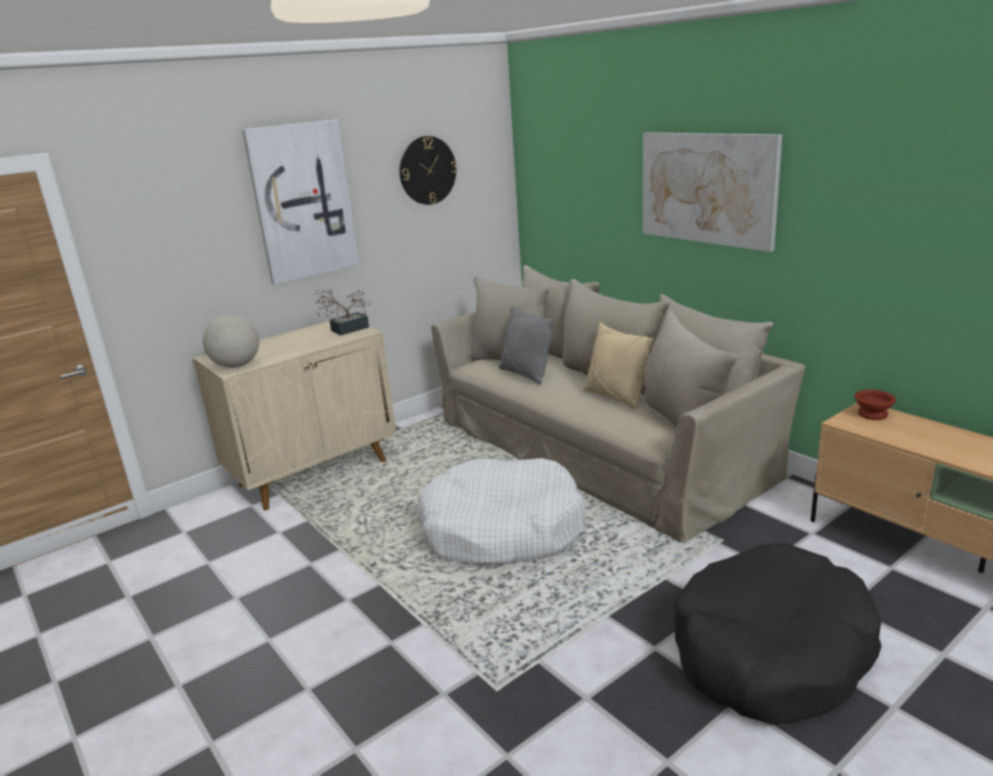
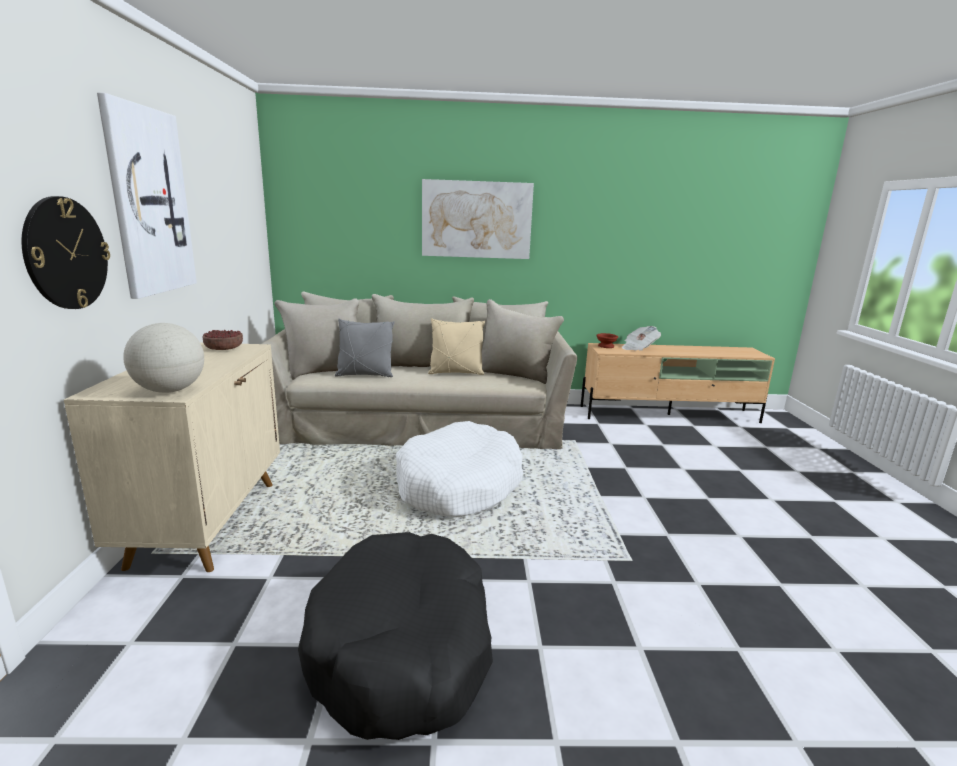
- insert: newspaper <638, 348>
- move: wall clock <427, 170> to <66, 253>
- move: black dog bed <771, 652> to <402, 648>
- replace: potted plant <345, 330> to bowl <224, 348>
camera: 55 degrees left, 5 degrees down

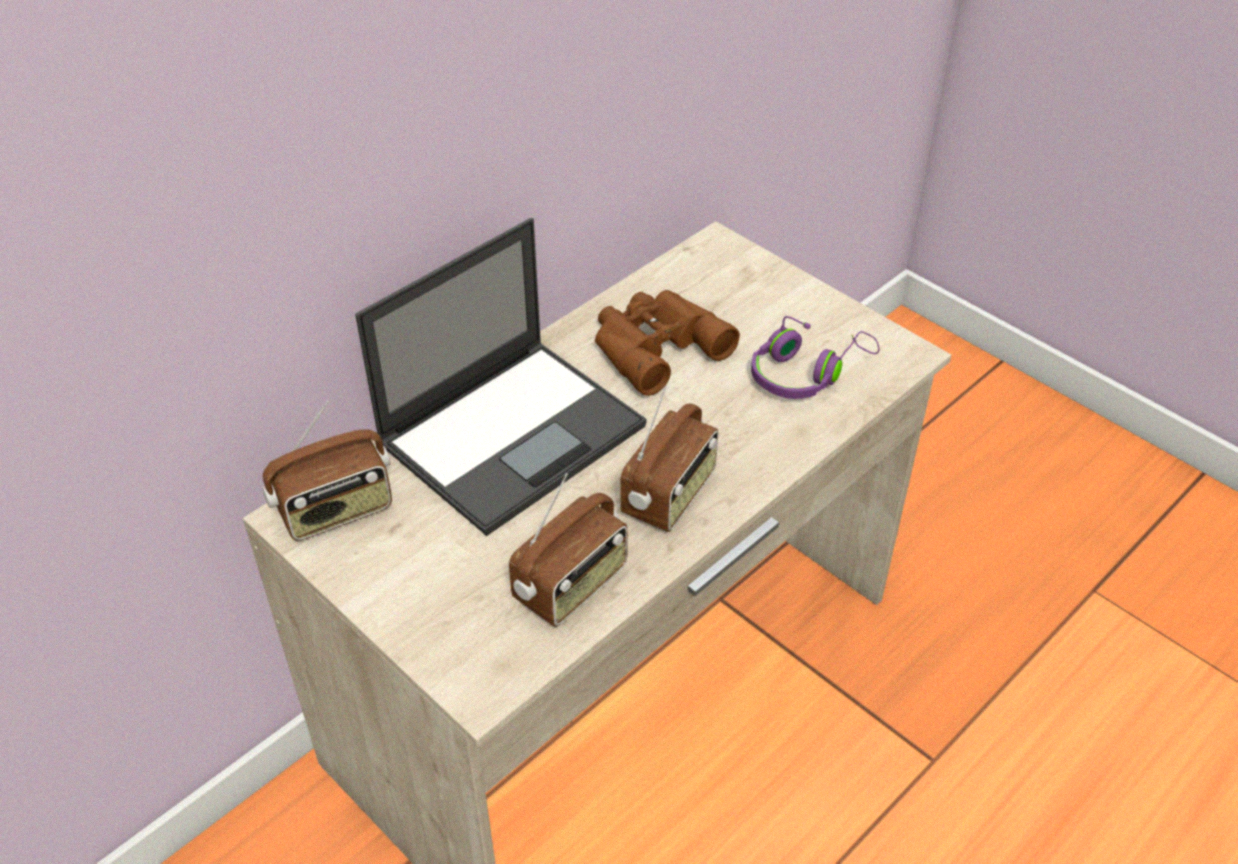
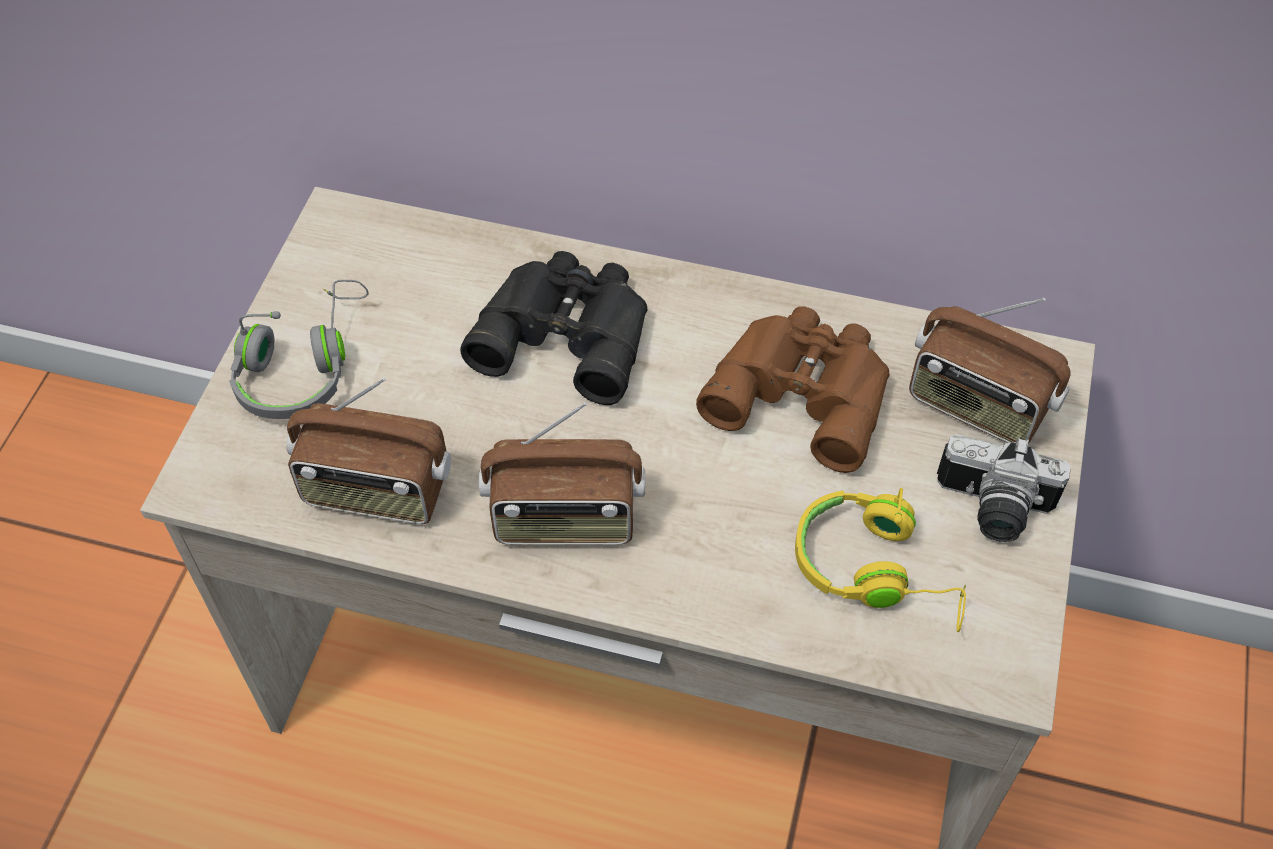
- insert: grey headphones <302, 365>
- insert: photo camera <992, 510>
- move: radio <336, 511> to <977, 405>
- replace: laptop <514, 432> to black binoculars <566, 331>
- recolor: purple headphones <806, 373> to yellow headphones <876, 569>
camera: 60 degrees right, 10 degrees up

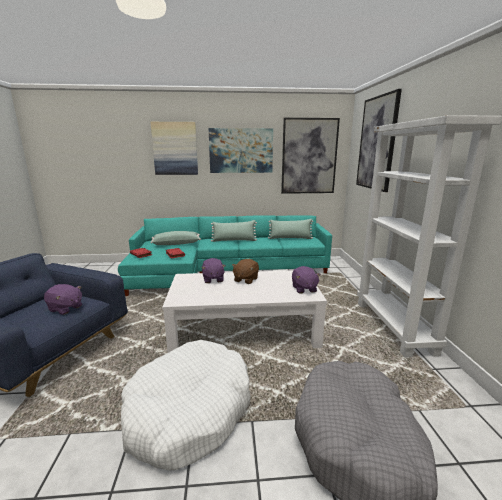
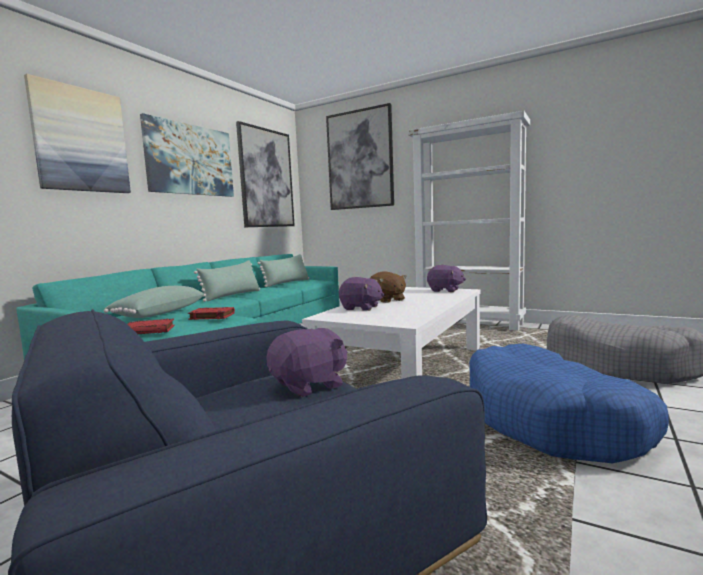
- recolor: white dog bed <189, 411> to blue dog bed <552, 421>
camera: 55 degrees left, 10 degrees down

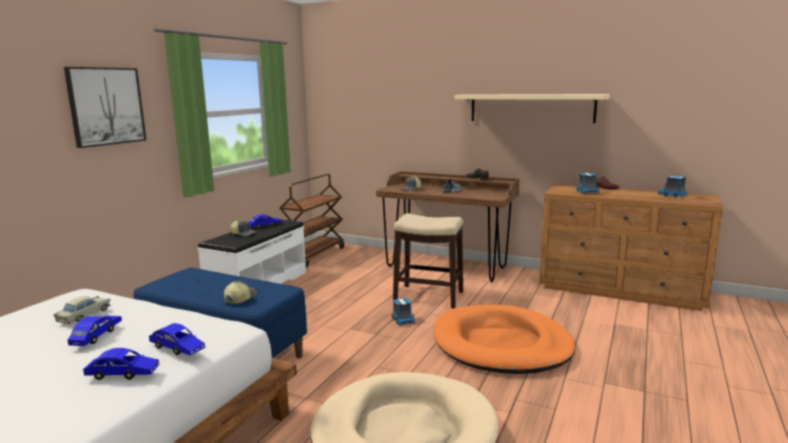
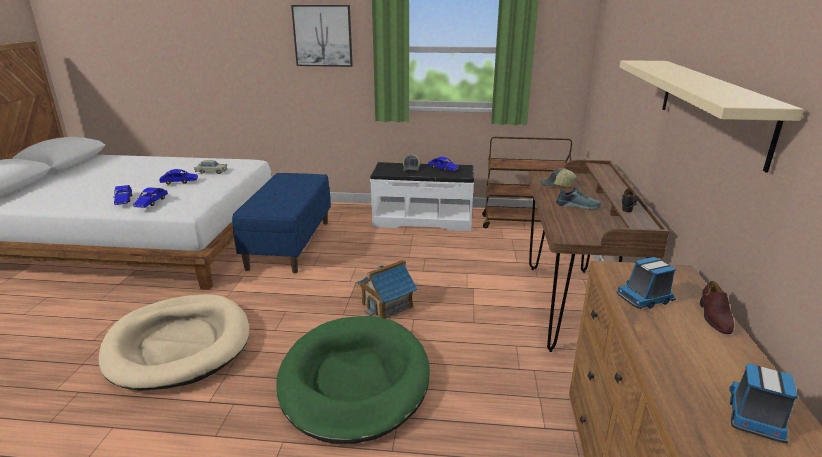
- delete: cap <240, 298>
- delete: stool <428, 296>
- replace: toy truck <402, 320> to toy house <387, 305>
- recolor: orange dog bed <501, 344> to green dog bed <354, 381>
camera: 70 degrees right, 10 degrees up

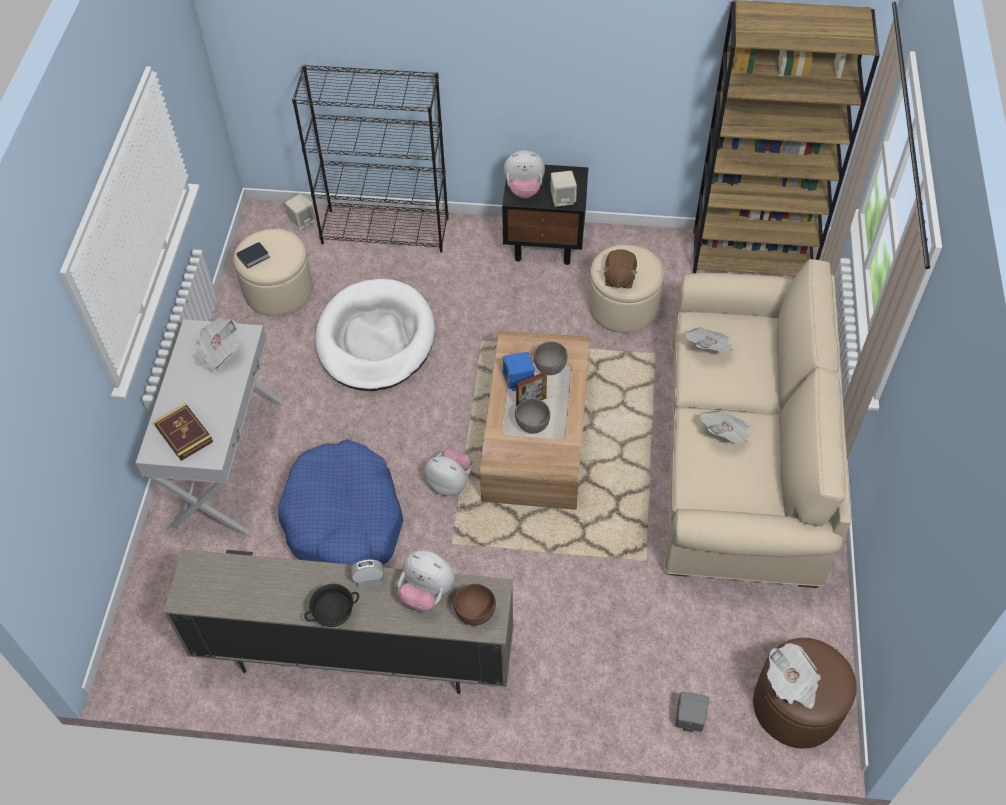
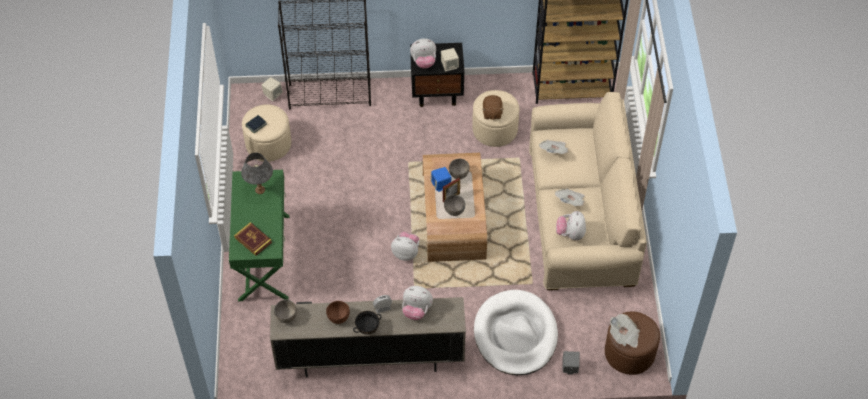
- delete: blue dog bed <344, 519>
- insert: grey bowl <286, 317>
- insert: plush toy <570, 234>
- move: white dog bed <375, 339> to <515, 335>
- move: brown bowl <475, 613> to <338, 318>
- replace: newspaper <217, 353> to grey table lamp <260, 190>
- recolor: white console table <227, 461> to green console table <263, 257>
camera: 10 degrees left, 0 degrees up

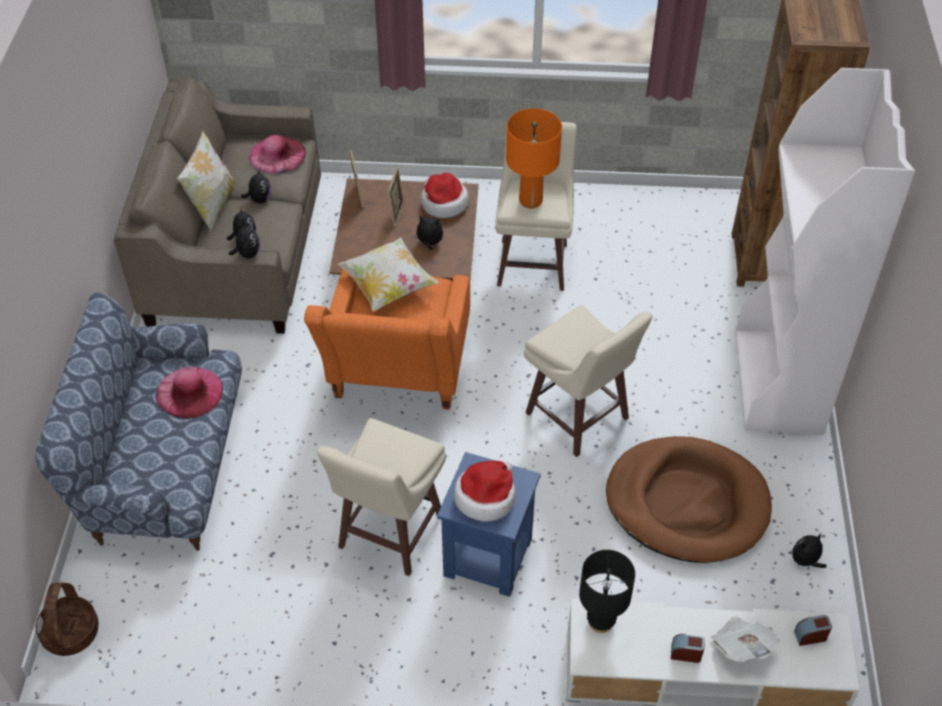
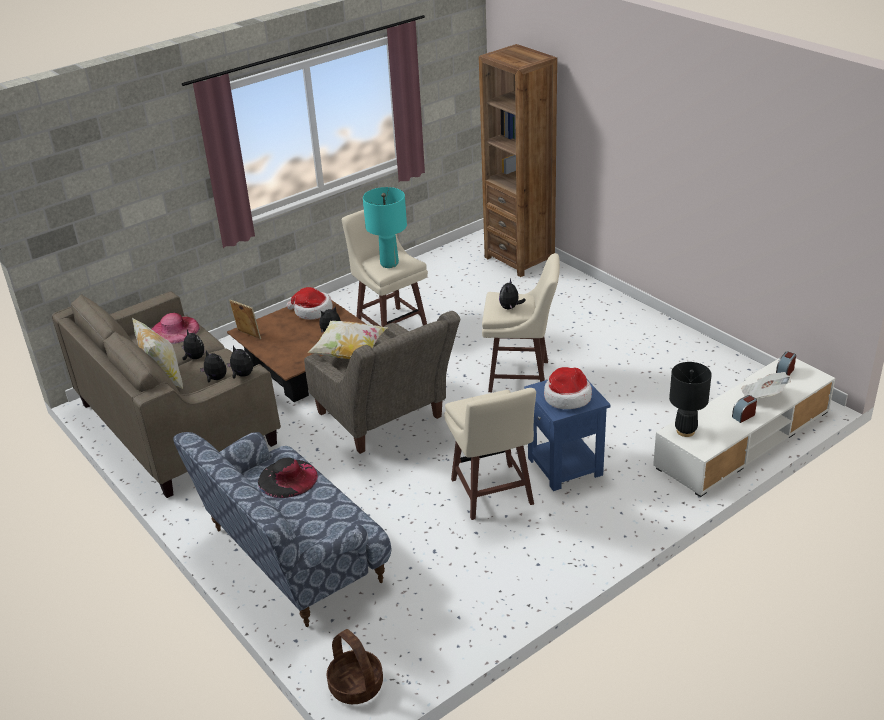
- delete: picture frame <397, 213>
- delete: brown dog bed <687, 503>
- delete: white bookcase <778, 383>
- move: plush toy <805, 561> to <510, 308>
- recolor: pink hat <189, 392> to black hat <287, 478>
- recolor: orange armchair <397, 378> to grey armchair <386, 422>
- recolor: orange table lamp <530, 200> to turquoise table lamp <389, 263>
camera: 40 degrees left, 15 degrees down

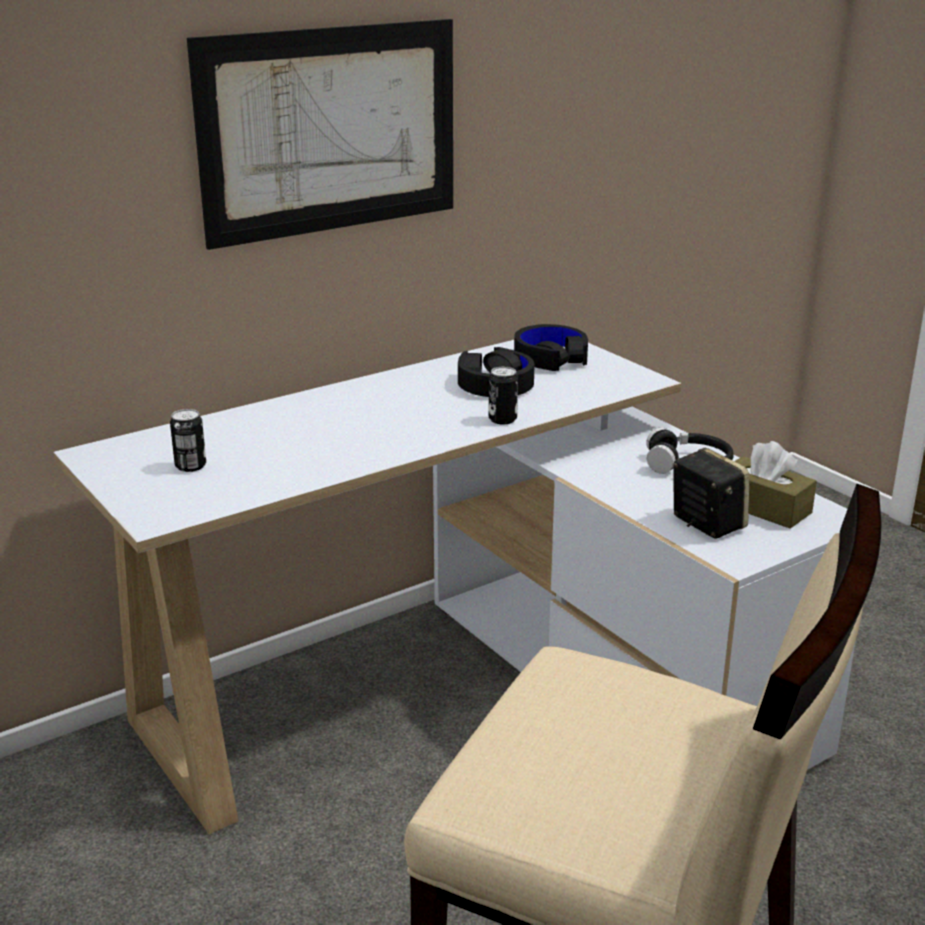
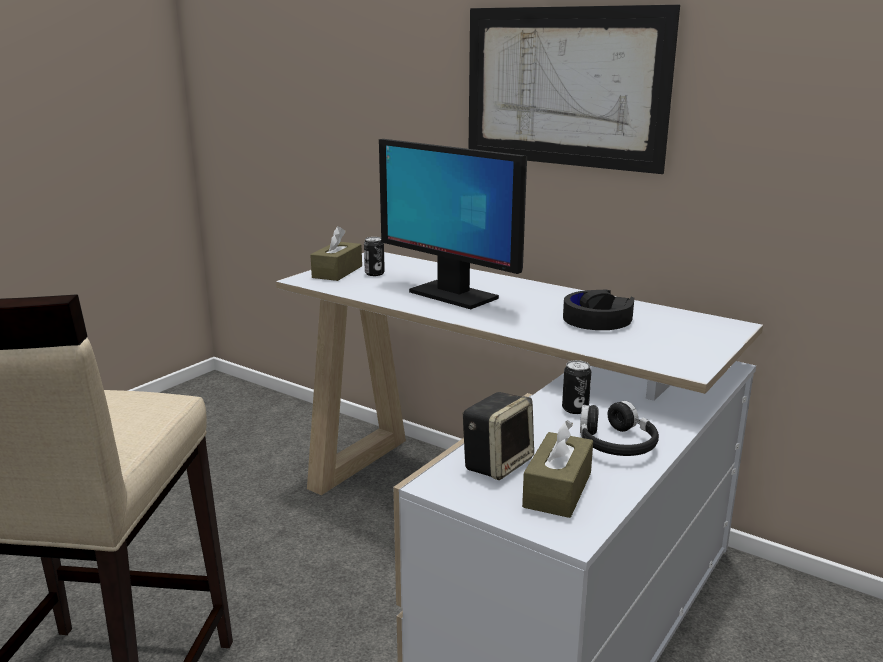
- delete: black headphones <550, 358>
- insert: brown tissue box <337, 272>
- insert: monitor <452, 295>
- move: can <502, 419> to <575, 409>
camera: 70 degrees right, 5 degrees down

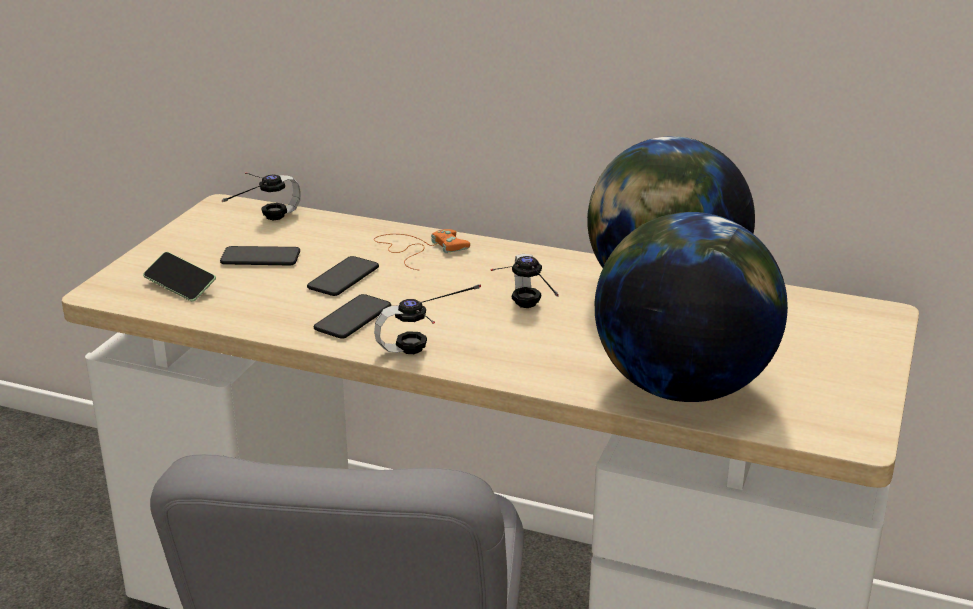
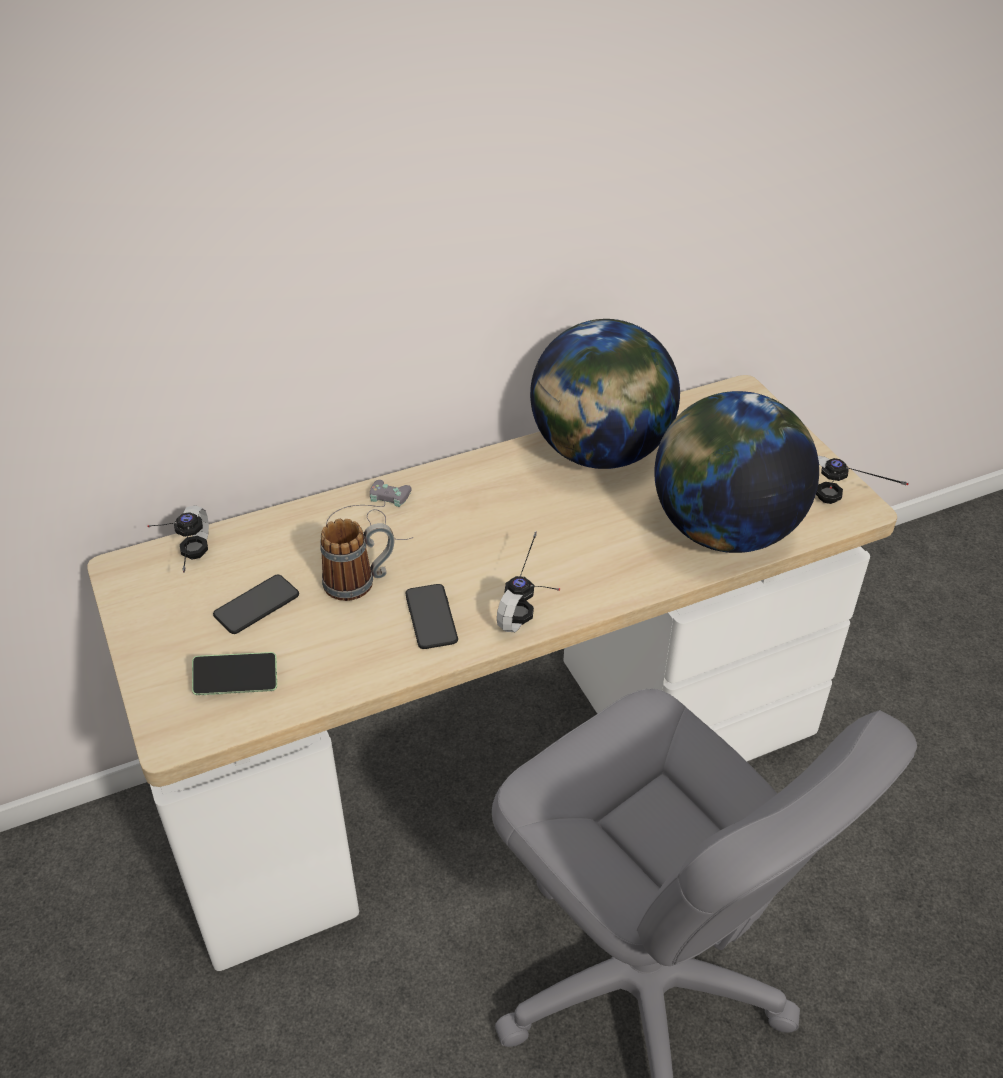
- move: headphones <519, 313> to <840, 510>
- replace: phone <343, 278> to mug <360, 582>
- recolor: orange game controller <418, 249> to grey game controller <372, 515>
camera: 45 degrees left, 15 degrees up

